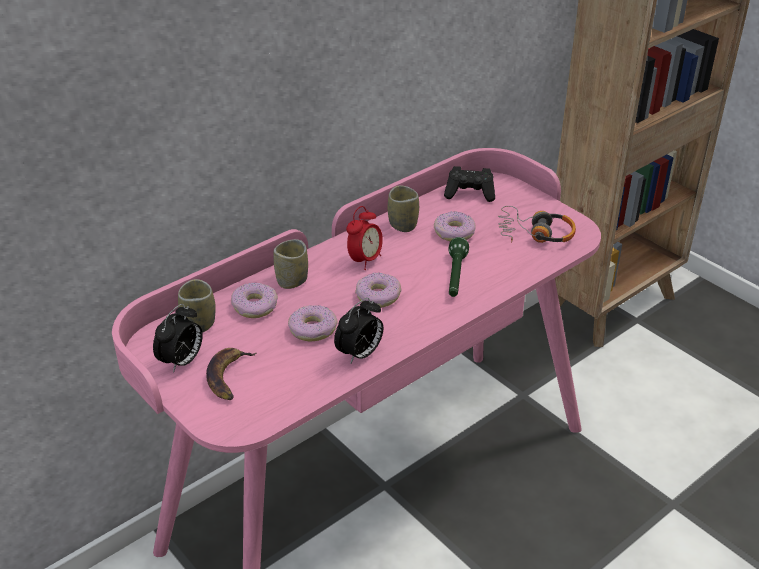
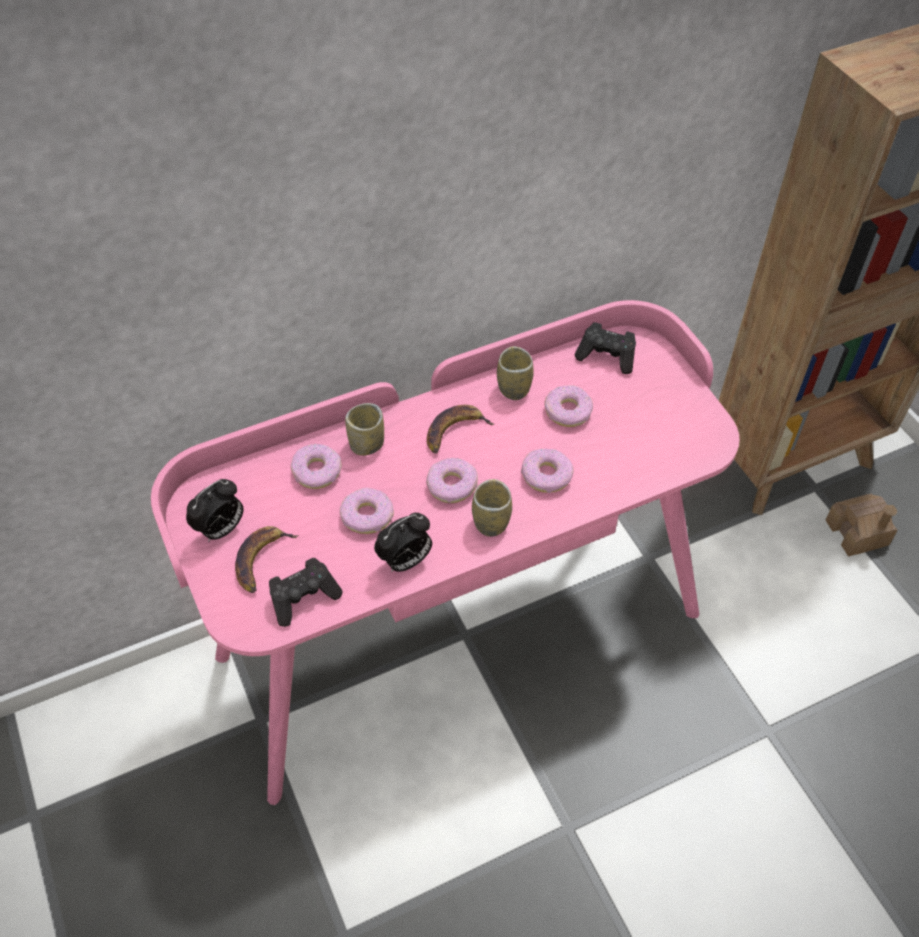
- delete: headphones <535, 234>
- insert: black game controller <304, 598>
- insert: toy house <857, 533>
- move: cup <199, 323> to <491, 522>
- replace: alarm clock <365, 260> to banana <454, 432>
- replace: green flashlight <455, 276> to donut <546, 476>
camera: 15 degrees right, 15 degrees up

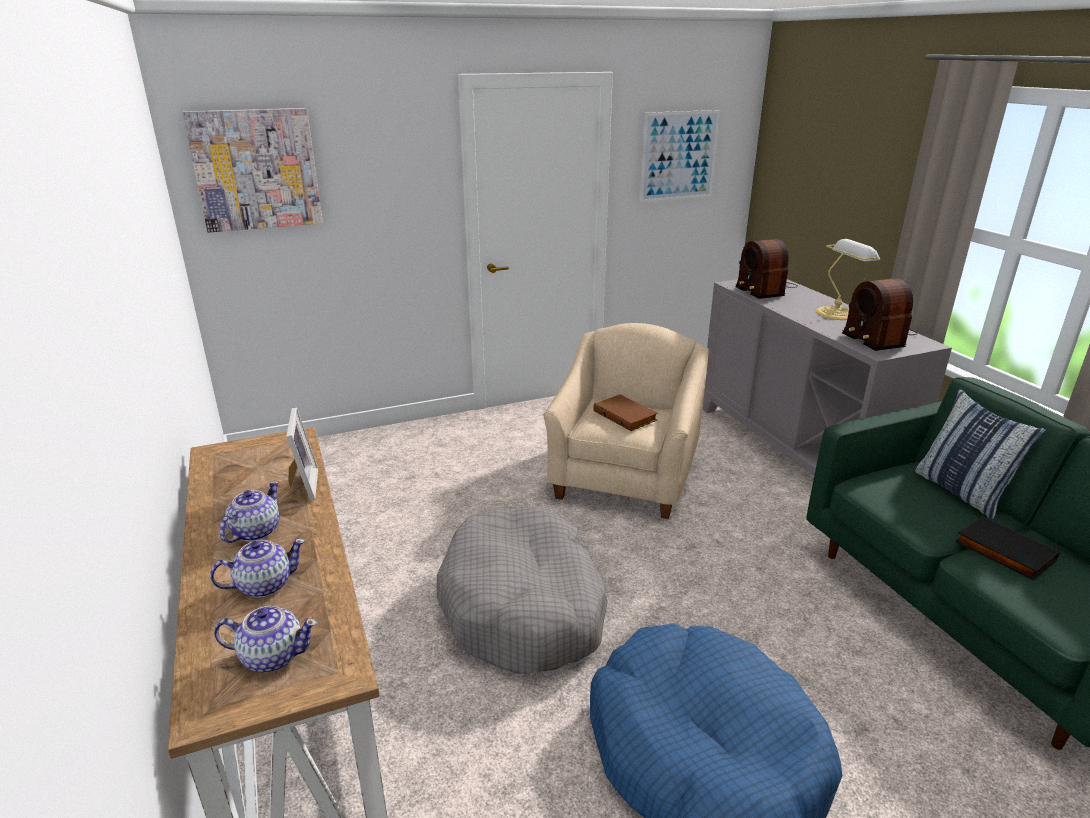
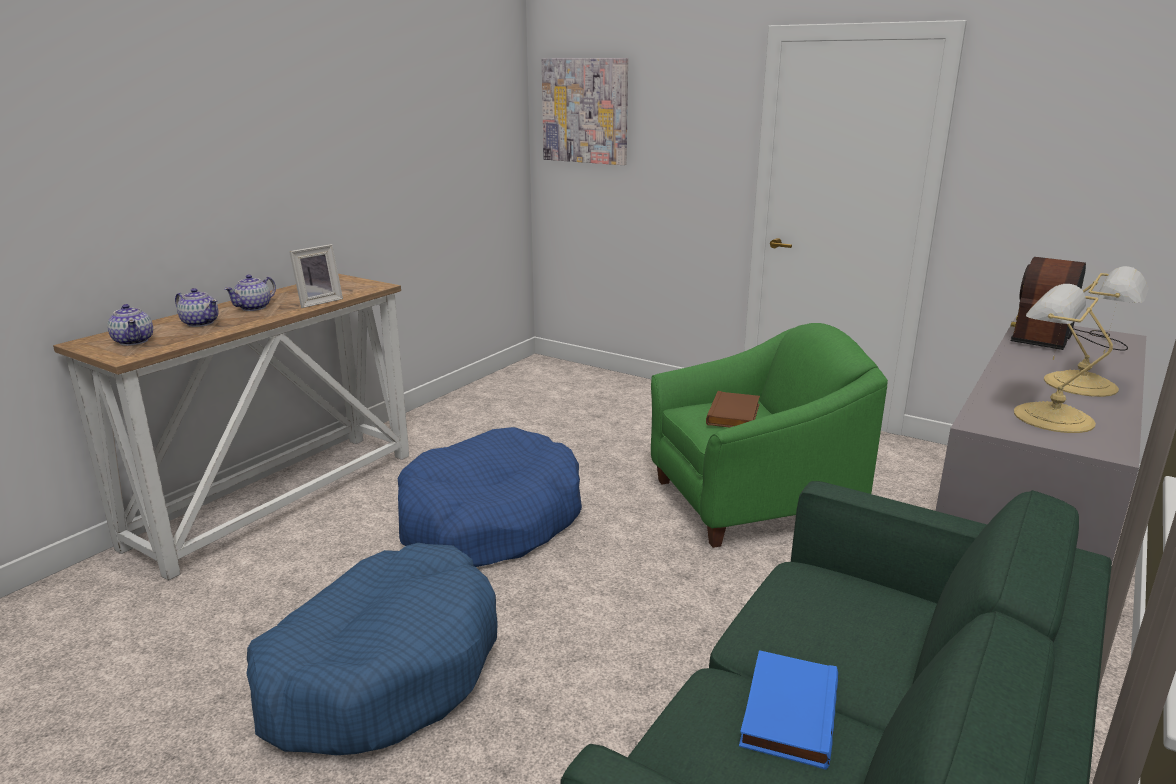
- delete: picture <679, 156>
- delete: pillow <961, 491>
- replace: radio <877, 337> to table lamp <1048, 417>
- recolor: grey dog bed <524, 606> to blue dog bed <490, 520>
- recolor: beige armchair <625, 477> to green armchair <752, 502>
- recolor: black book <1003, 552> to blue book <786, 711>
- rotate: teapot <255, 532> = <254, 307> 135 degrees clockwise
camera: 55 degrees right, 5 degrees down

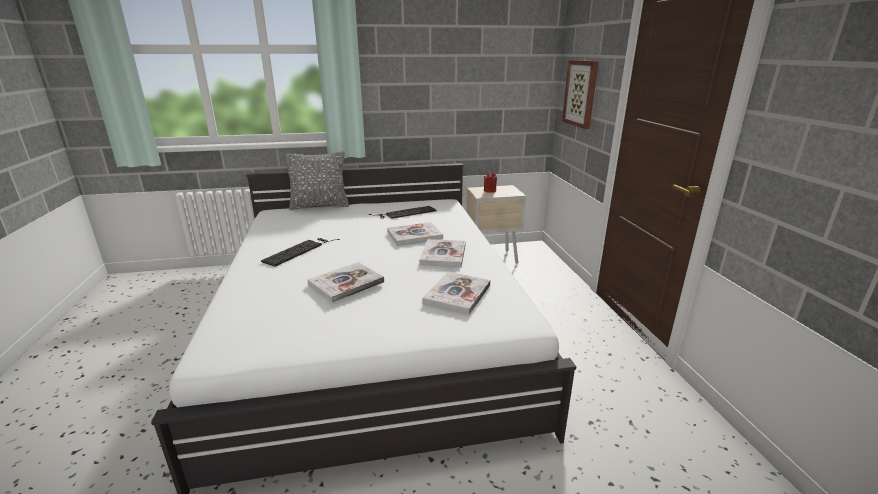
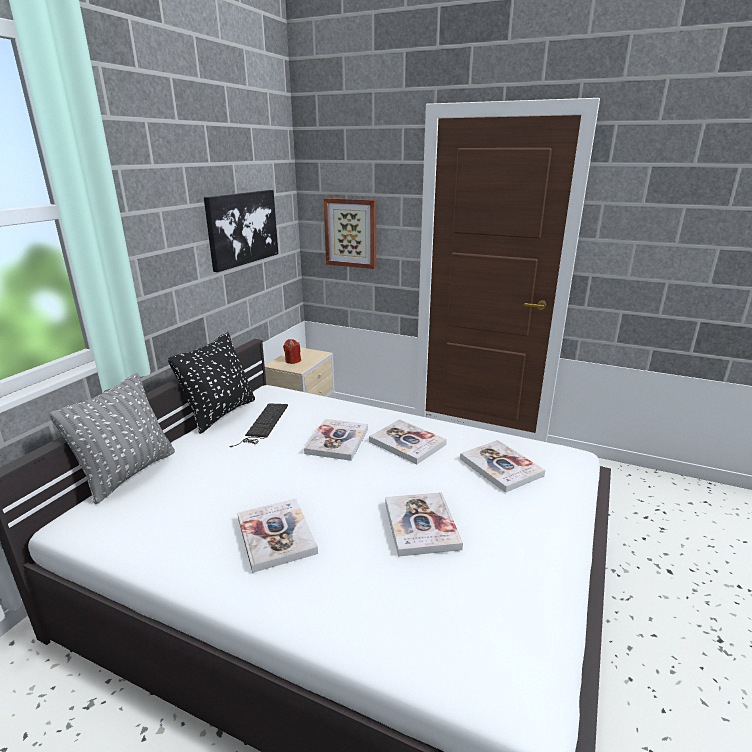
- insert: black pillow <220, 413>
- insert: picture <242, 228>
- replace: keyboard <299, 250> to book <276, 535>
camera: 55 degrees left, 0 degrees up

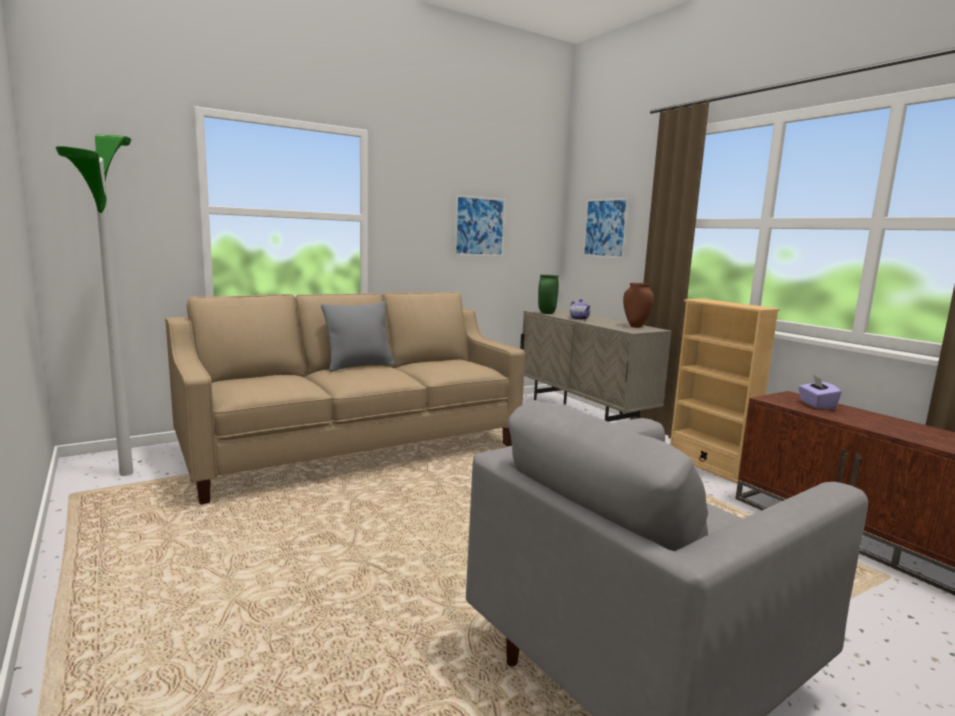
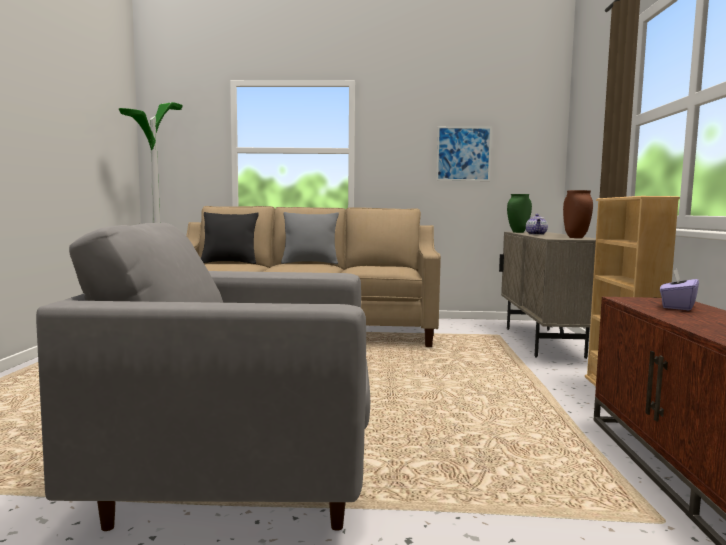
- delete: picture <605, 228>
- insert: black pillow <229, 263>
camera: 35 degrees right, 5 degrees down

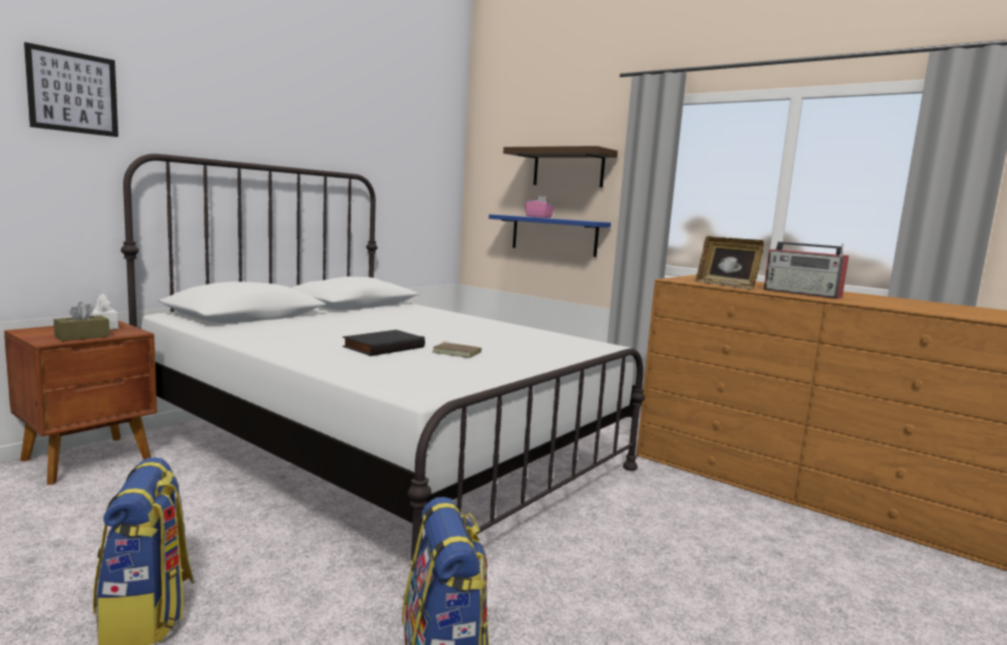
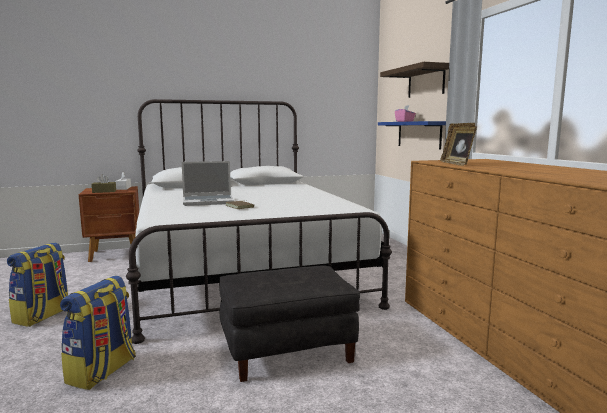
- delete: picture <73, 92>
- delete: radio <803, 293>
- insert: black ottoman <287, 350>
- replace: black book <383, 347> to laptop <209, 201>
camera: 35 degrees right, 0 degrees up

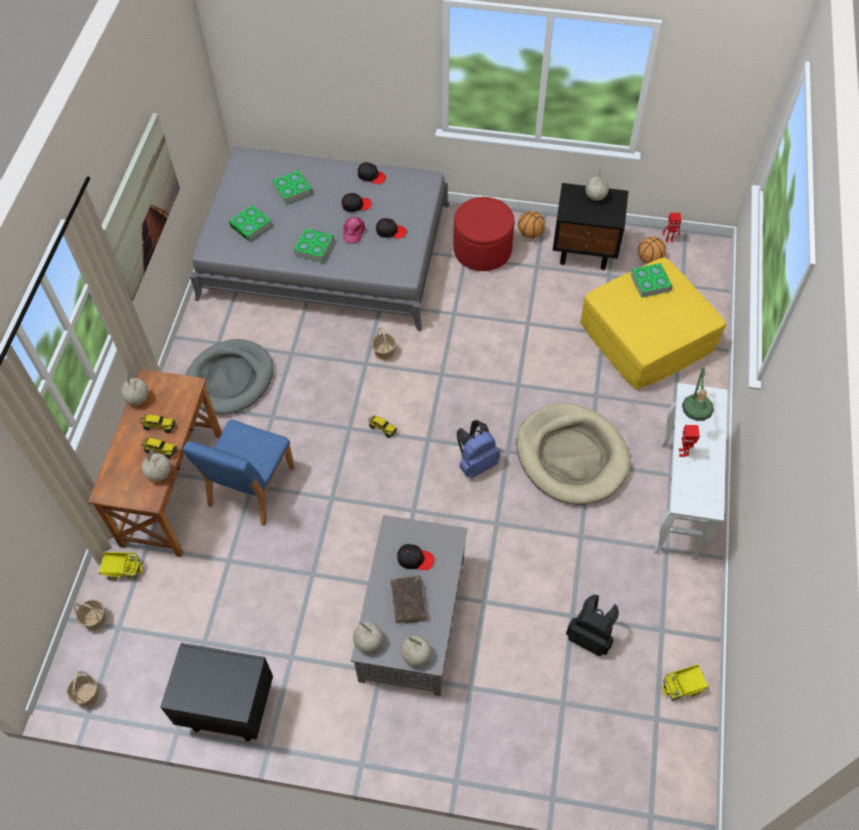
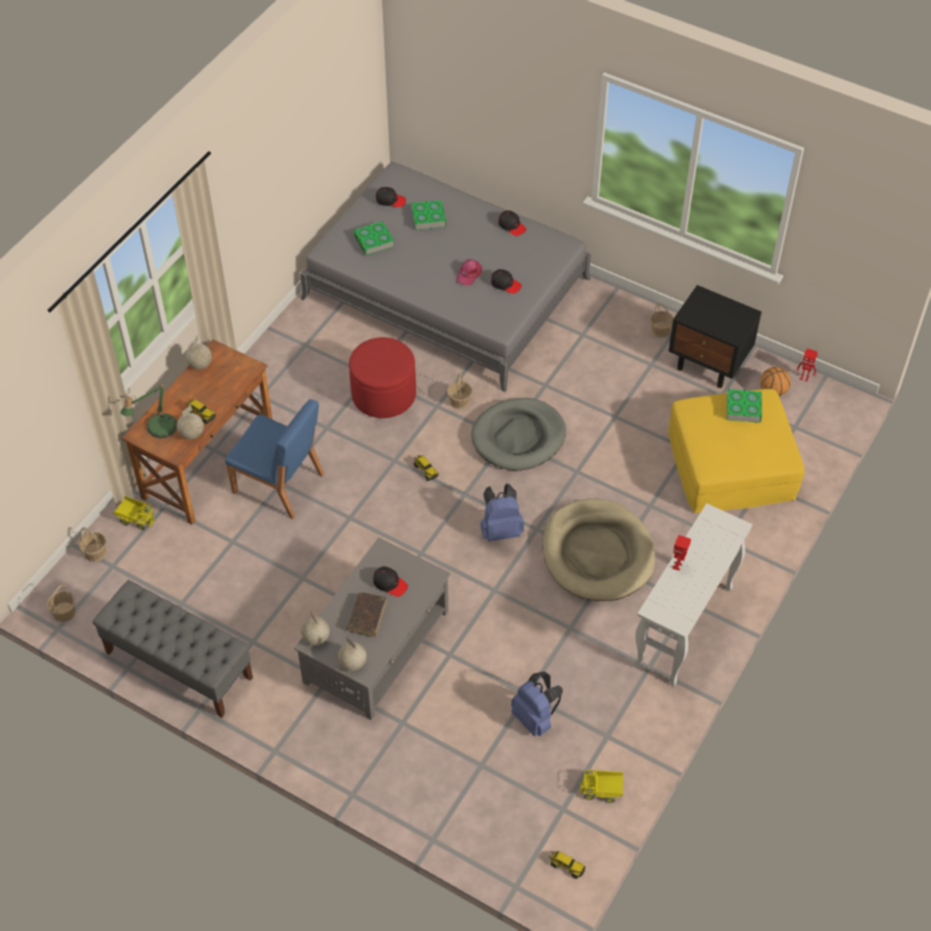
- delete: picture <140, 206>
- delete: book <314, 247>
- delete: globe <595, 196>
- move: toy truck <159, 426> to <566, 866>
- move: grey dog bed <230, 379> to <518, 437>
- move: black cap <356, 205> to <390, 200>
- move: red ottoman <482, 250> to <383, 395>
- move: table lamp <695, 412> to <157, 429>
- replace: black nightstand <228, 708> to grey bench <178, 665>
- replace: basketball <530, 234> to basket <660, 330>
- recolor: black backpack <590, 636> to blue backpack <535, 718>
- rotate: blue chair <250, 487> = <279, 484> 105 degrees counterclockwise
camera: 20 degrees right, 5 degrees down

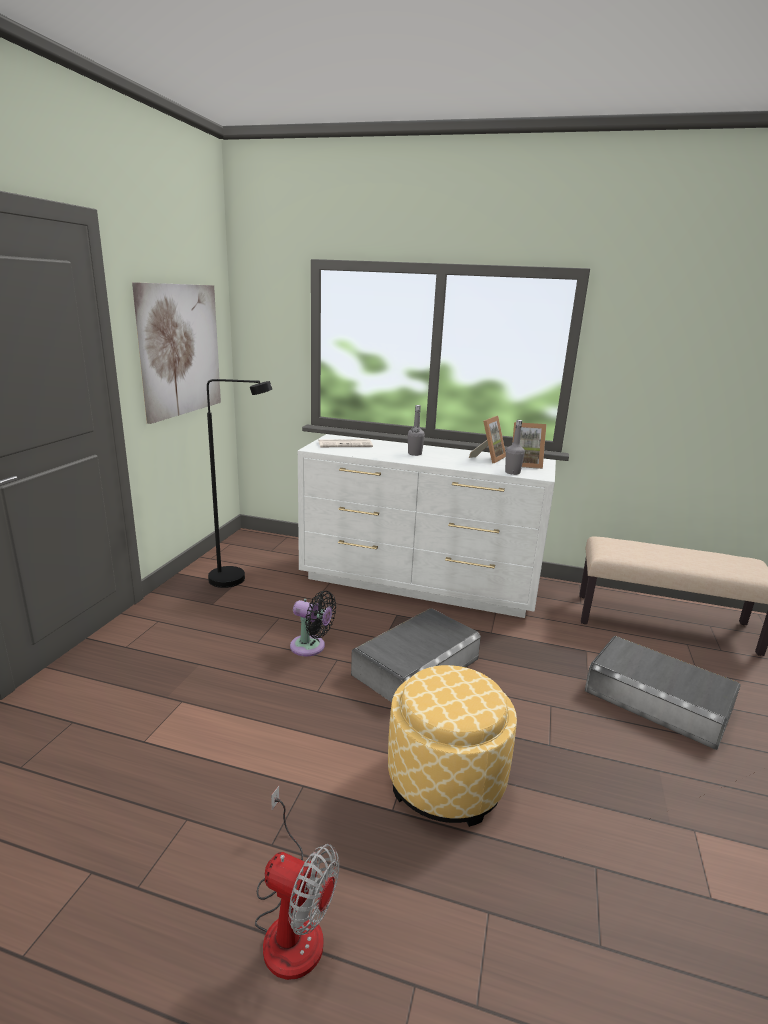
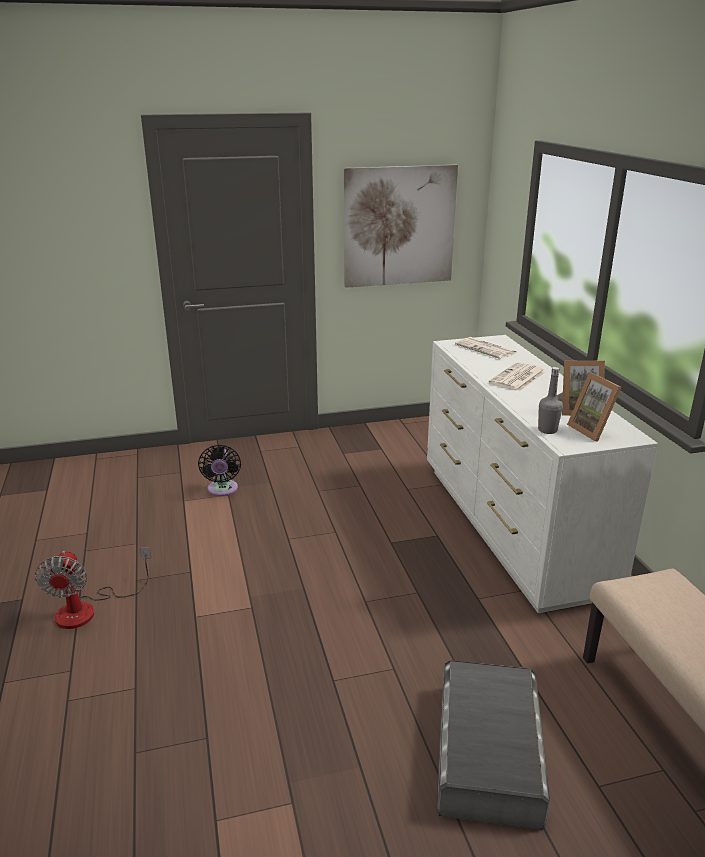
- delete: black floor lamp <237, 579>
- delete: grey storage box <416, 666>
- delete: ottoman <445, 780>
- move: black fan <311, 647> to <222, 490>
- replace: grey bottle <414, 454> to newspaper <517, 378>
camera: 60 degrees right, 5 degrees up

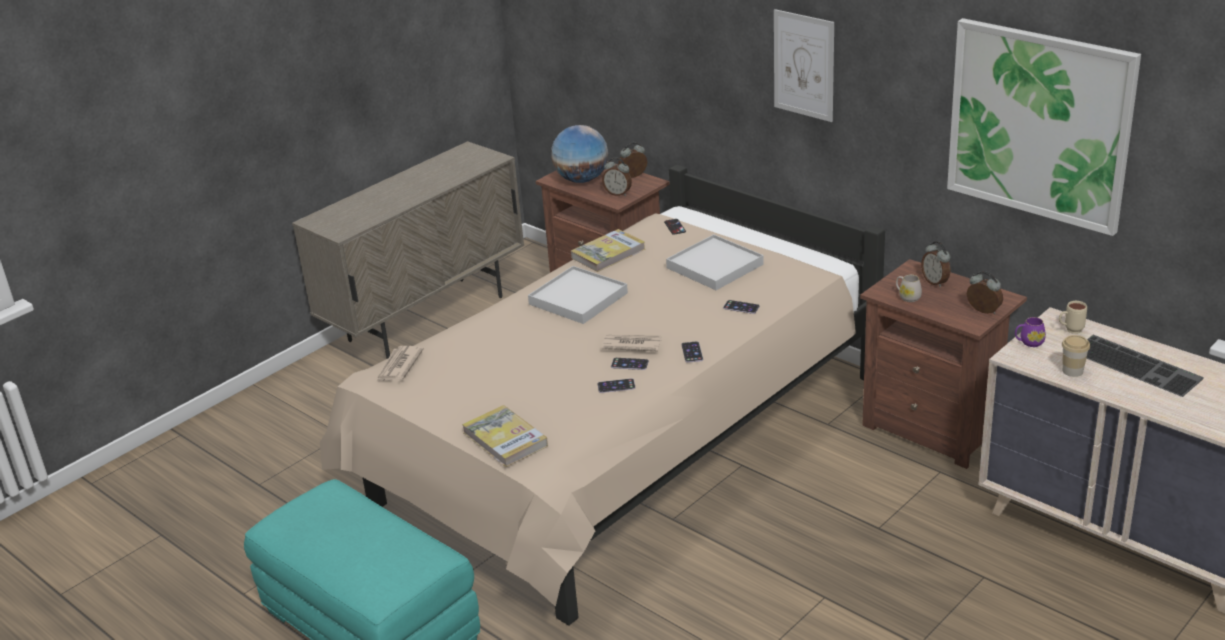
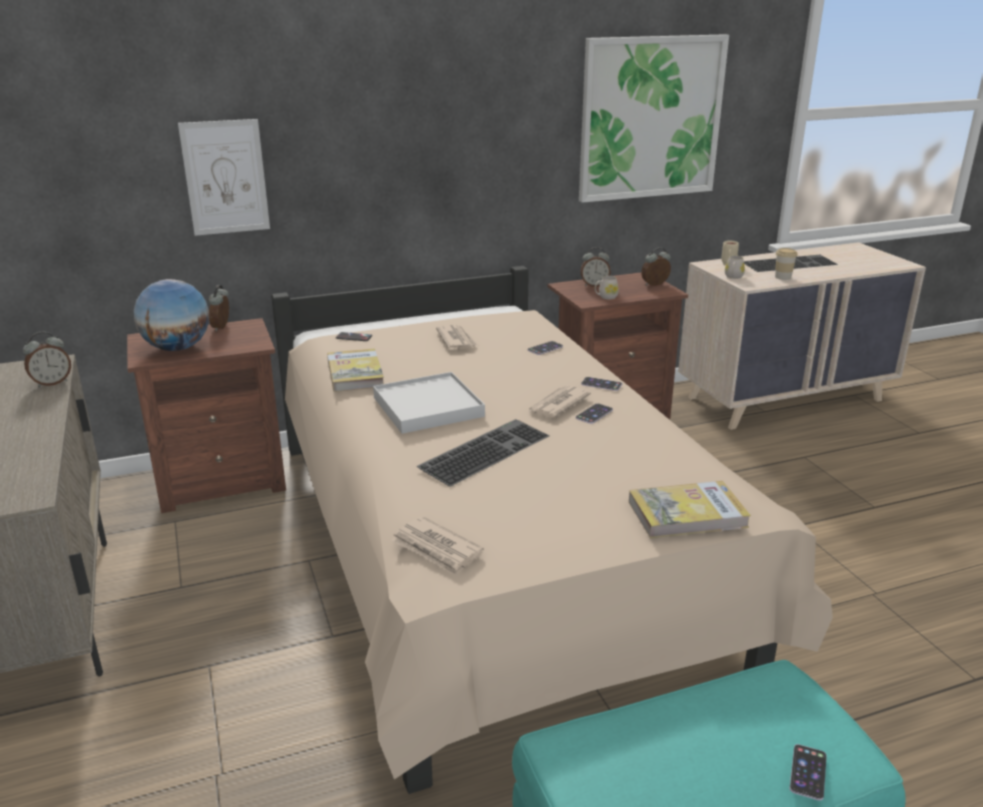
- insert: keyboard <484, 450>
- move: phone <616, 386> to <808, 772>
- move: alarm clock <618, 193> to <52, 383>
- move: picture <804, 65> to <225, 177>
- replace: white tray <714, 266> to newspaper <456, 340>
- recolor: purple mug <1029, 342> to white mug <733, 277>
camera: 65 degrees left, 5 degrees down

